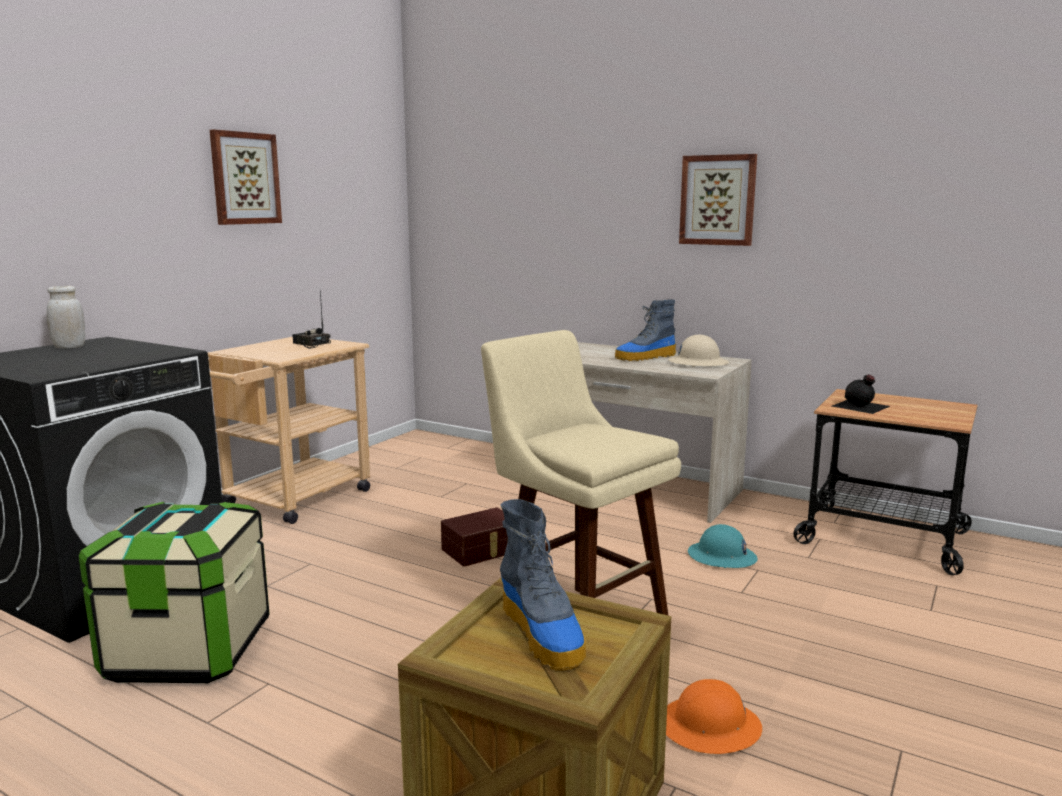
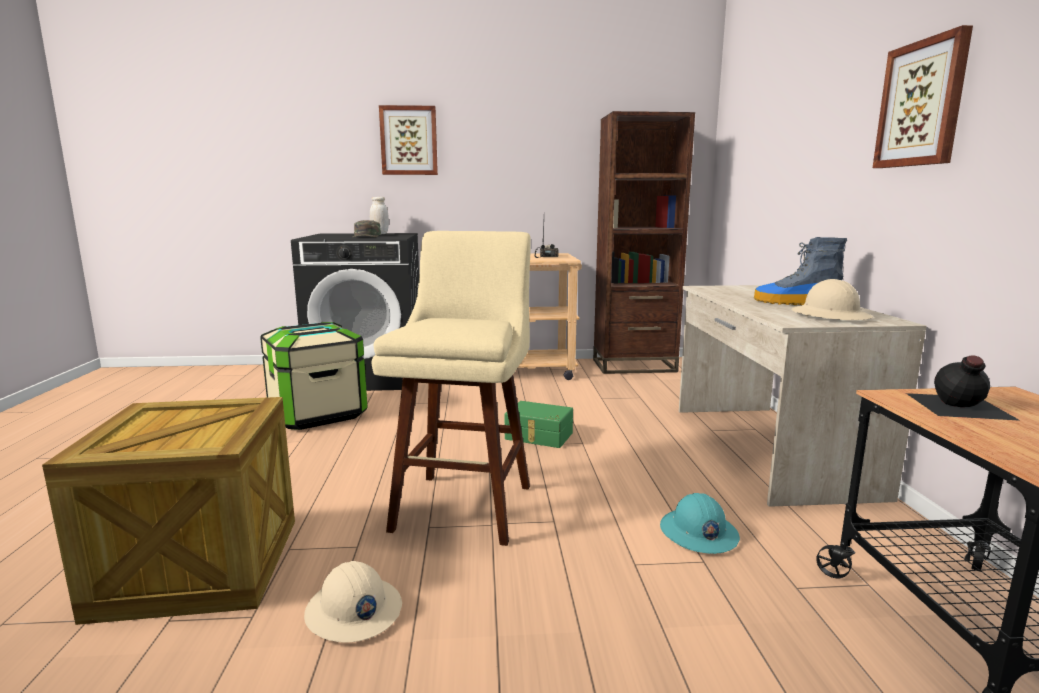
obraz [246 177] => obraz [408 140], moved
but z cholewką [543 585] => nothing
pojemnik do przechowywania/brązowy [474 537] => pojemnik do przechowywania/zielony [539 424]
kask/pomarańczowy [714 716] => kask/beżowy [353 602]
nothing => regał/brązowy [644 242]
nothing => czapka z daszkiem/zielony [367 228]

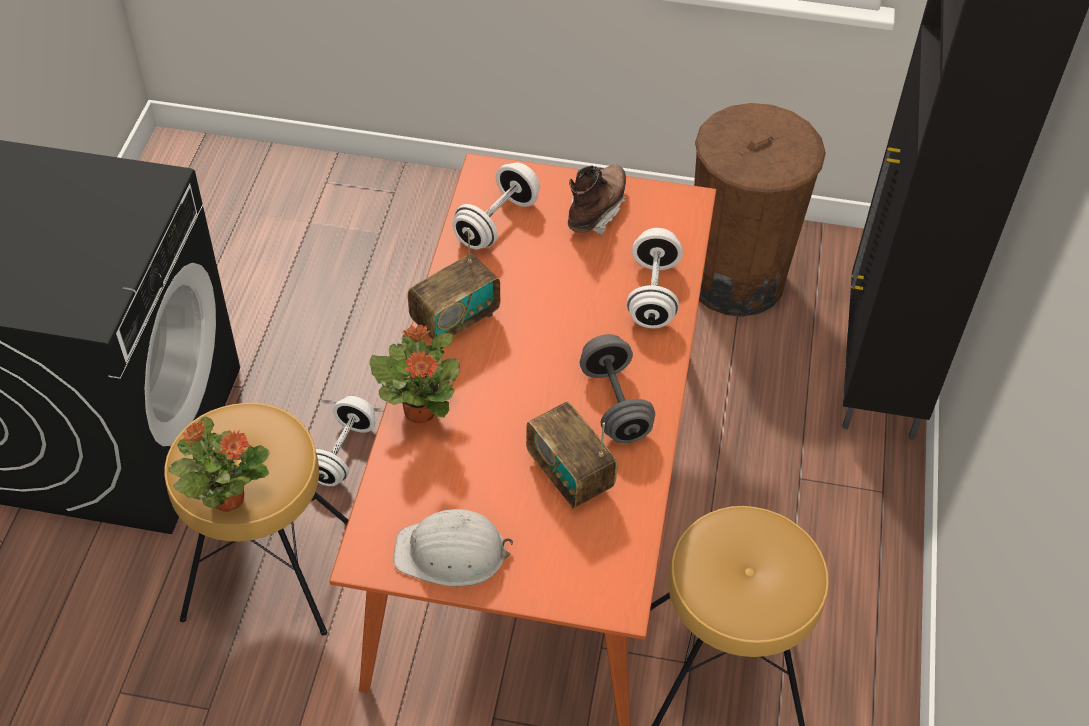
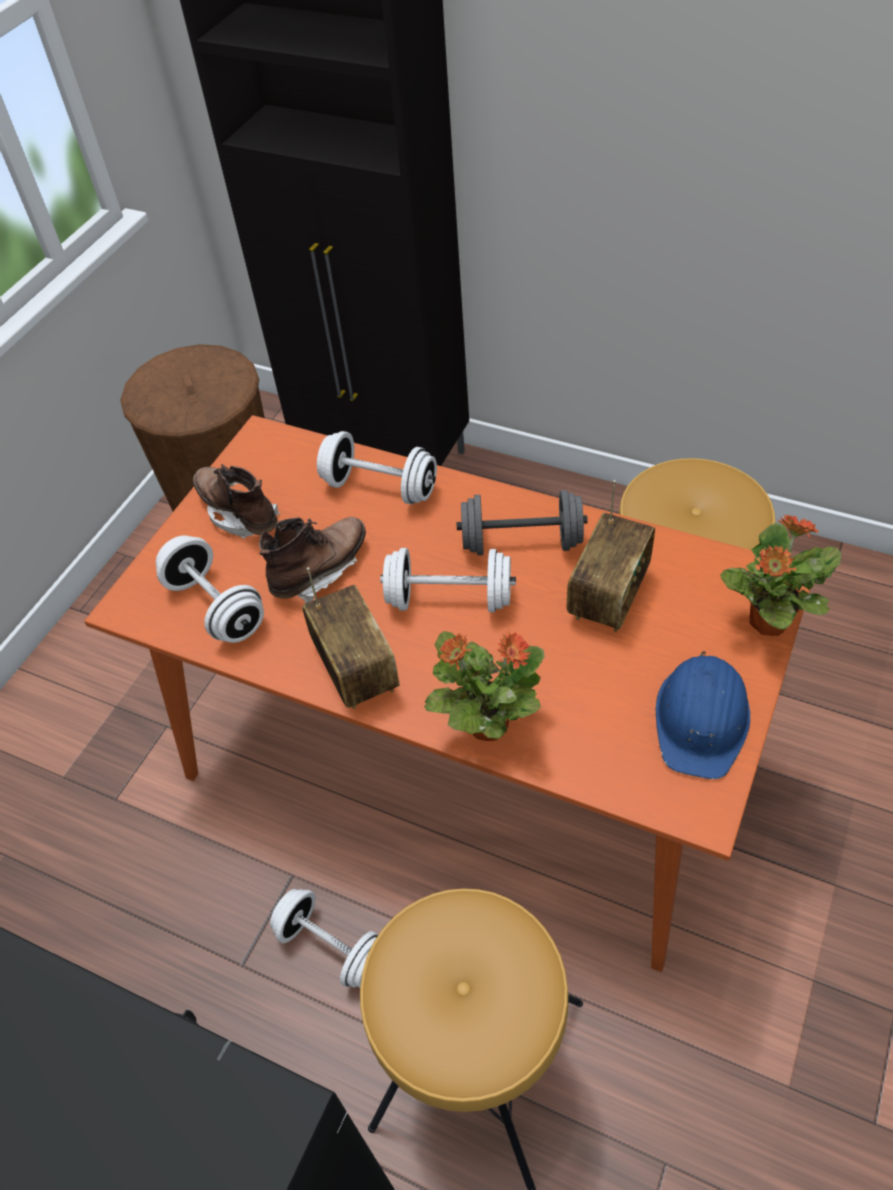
radio [571 455] => radio [611 556], 45 degrees counterclockwise
roślina doniczkowa [219 464] => roślina doniczkowa [780 575], moved
kask/biały [453 548] => kask/niebieski [703 715]
nothing => but z cholewką/brązowy [312 560]
nothing => hantel/biały [448 580]

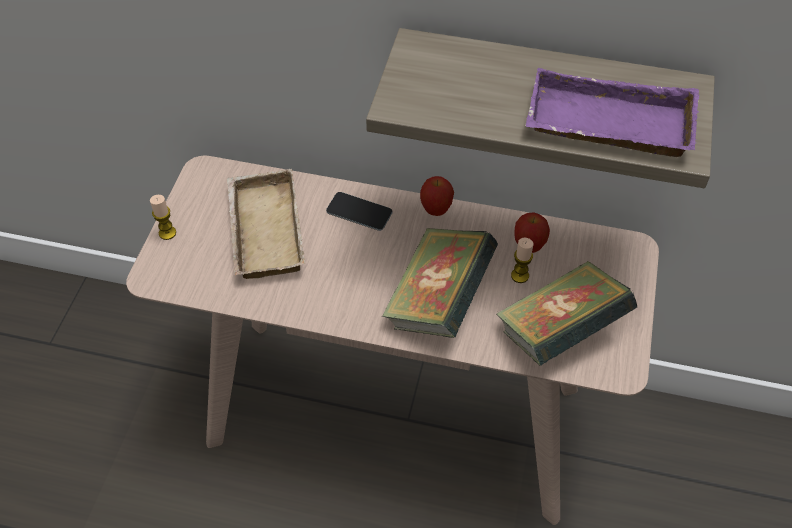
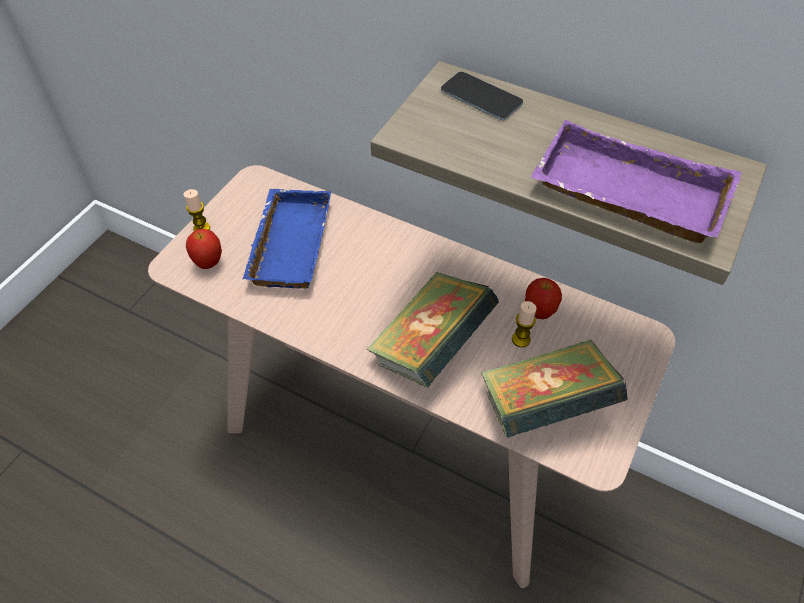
taca/beżowy [266 224] => taca/niebieski [287 239]
jabłko [437 196] => jabłko [204 249], moved
telefon [359 211] => telefon [482 96], moved

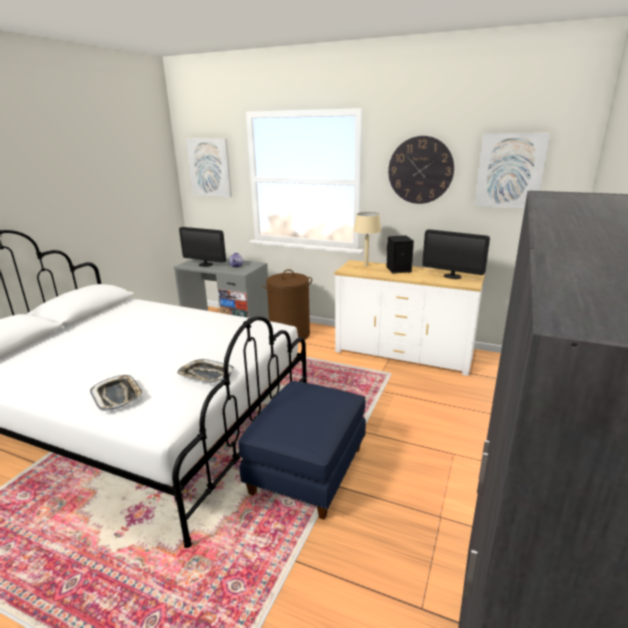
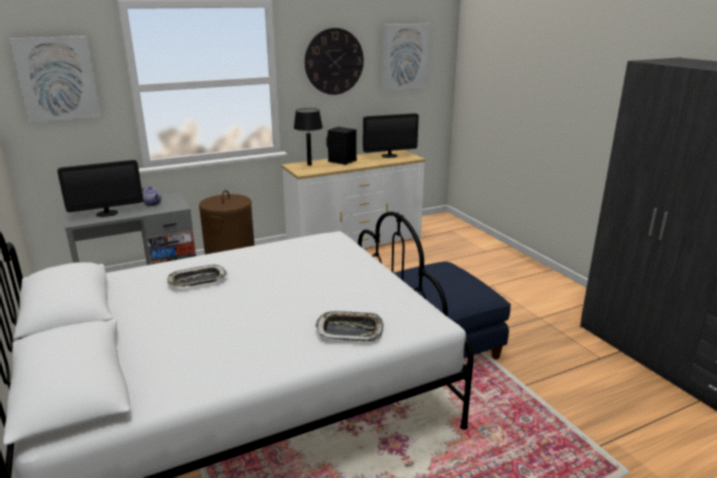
lampa stołowa/beżowy [367 239] => lampa stołowa/czarny [308 137]
taca [205 371] => taca [197 275], moved

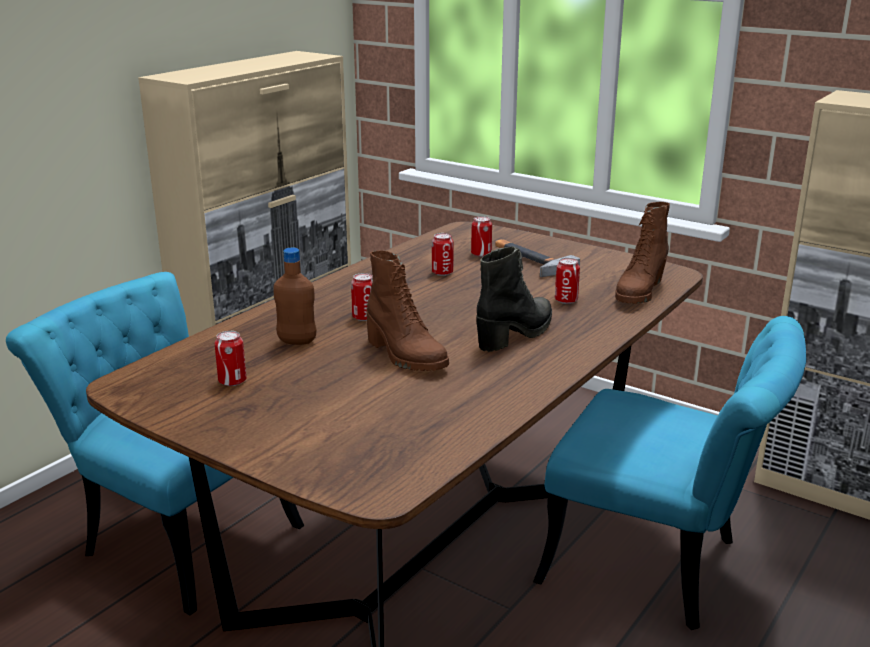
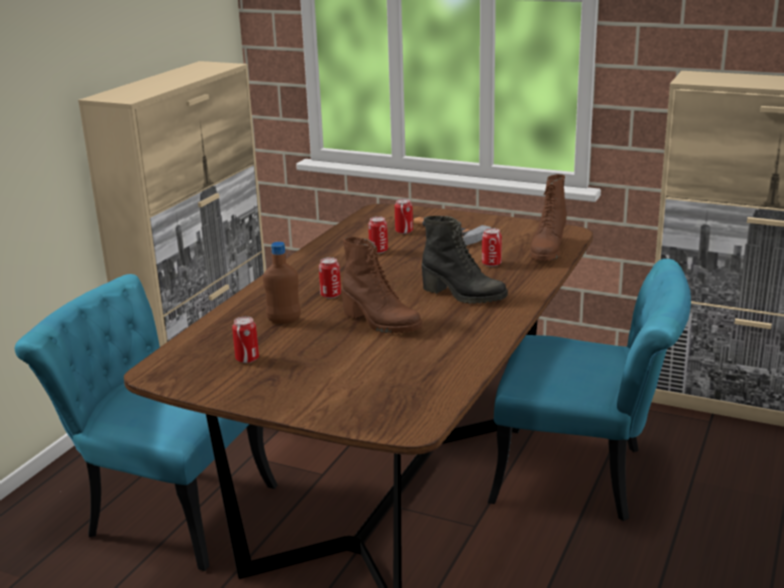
but z cholewką/czarny [514 299] => but z cholewką/czarny [465 260], 90 degrees clockwise

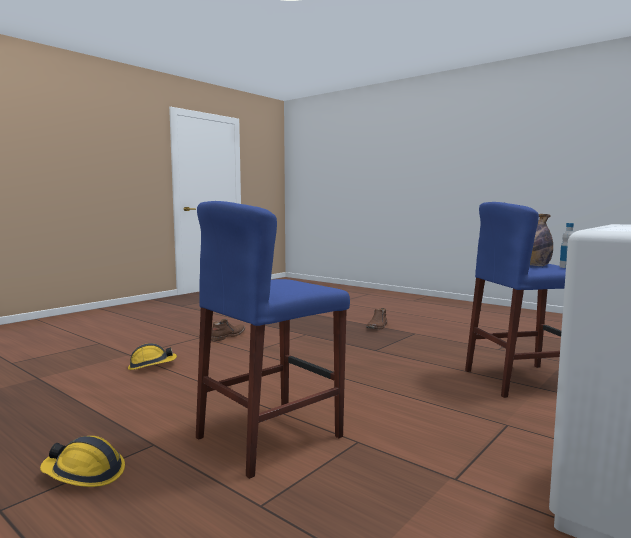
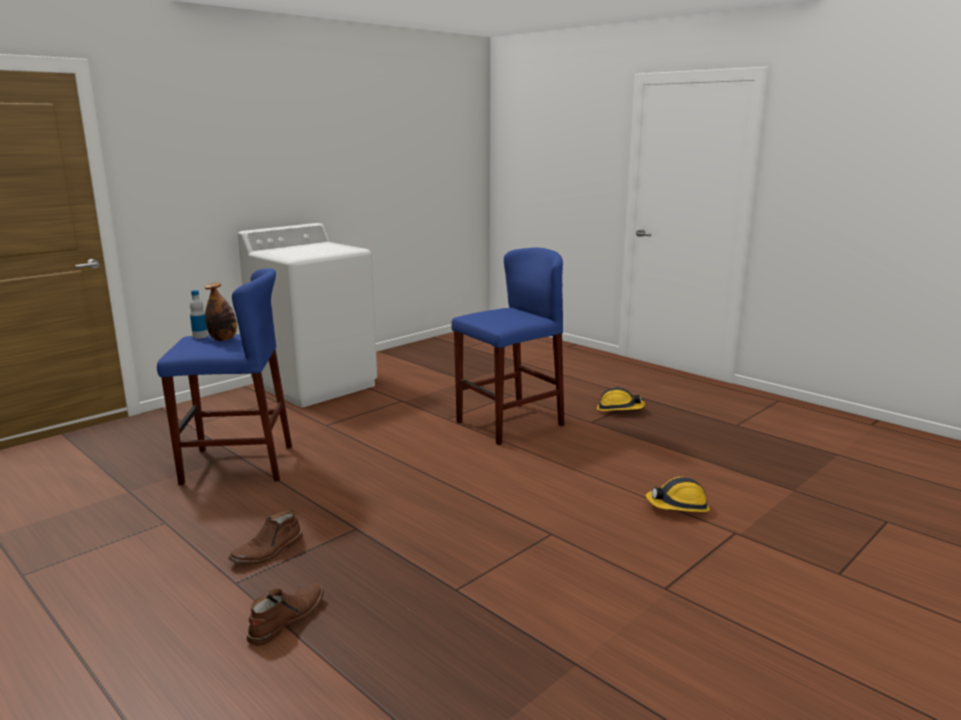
but z cholewką/brązowy [228 330] => but z cholewką/brązowy [265 537], moved

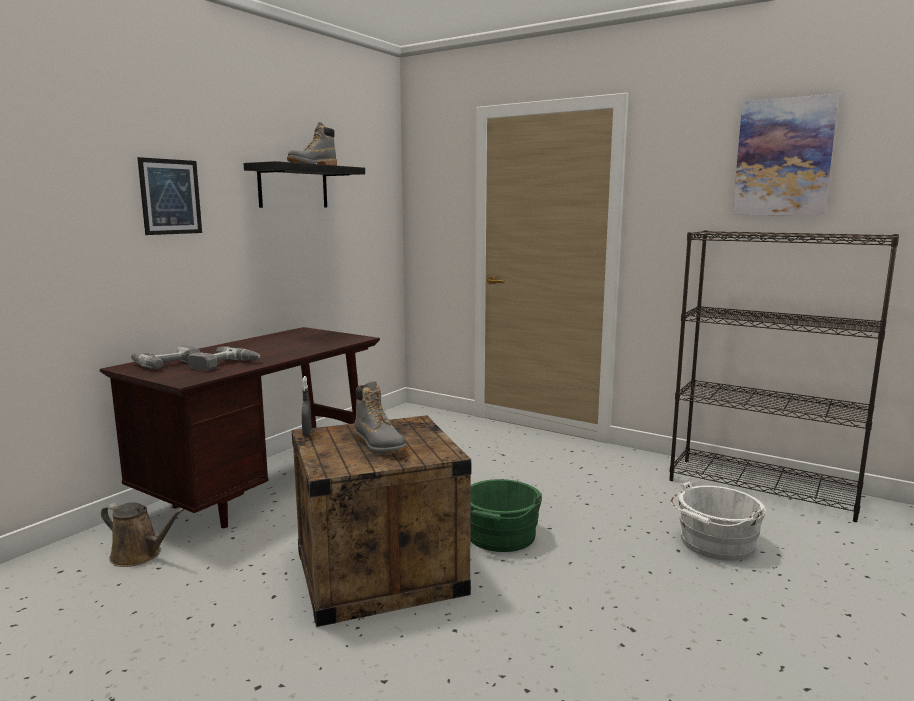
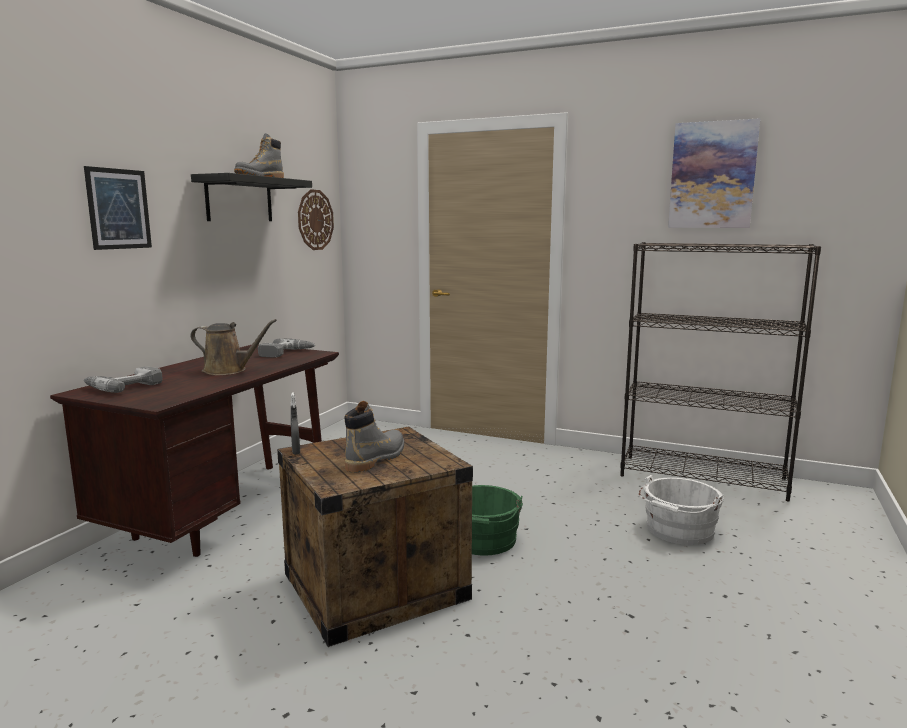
wiertarka [224 358] => wiertarka [286 348], moved
but z cholewką/szary [380 417] => but z cholewką/szary [374 437], 105 degrees counterclockwise
konewka/brązowy [142 535] => konewka/brązowy [233 347], moved
nothing => zegar ścienny [316 219]

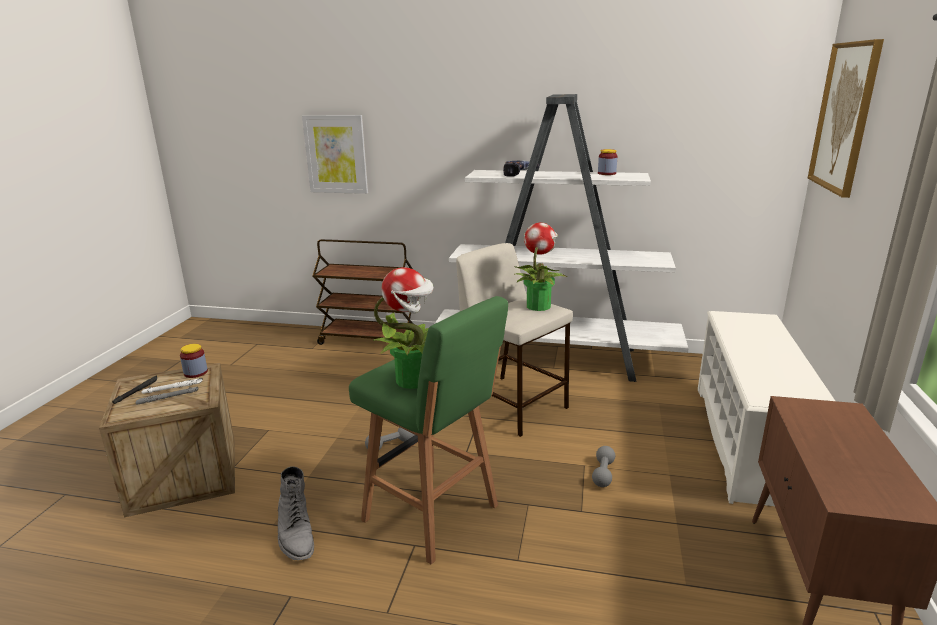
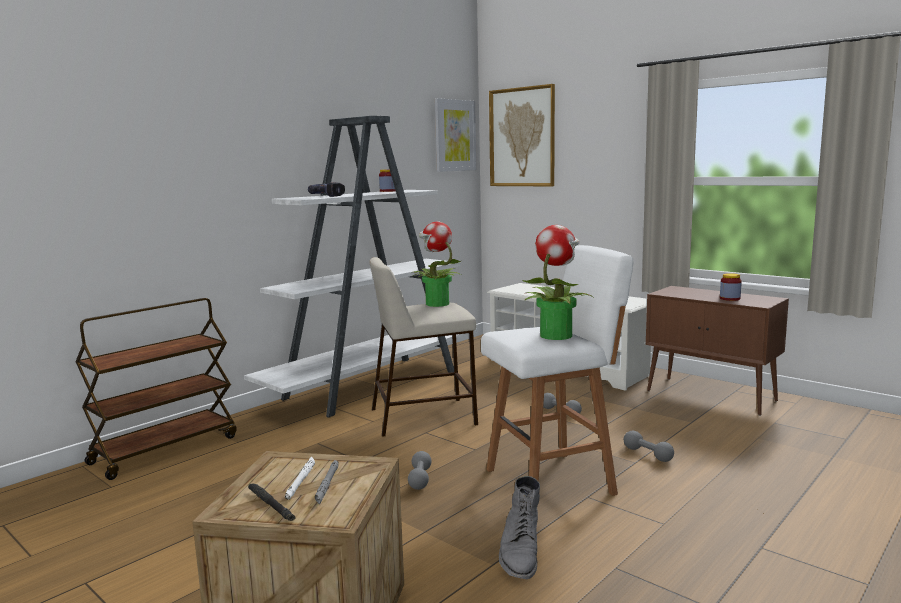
obraz [335 154] => obraz [455 135], moved
stołek/zielony [428 430] => stołek/biały [557 370]
słoik [194 361] => słoik [731 287], moved
but z cholewką/szary [296 513] => but z cholewką/szary [519 528], 90 degrees clockwise
nothing => hantel/szary [649 446]

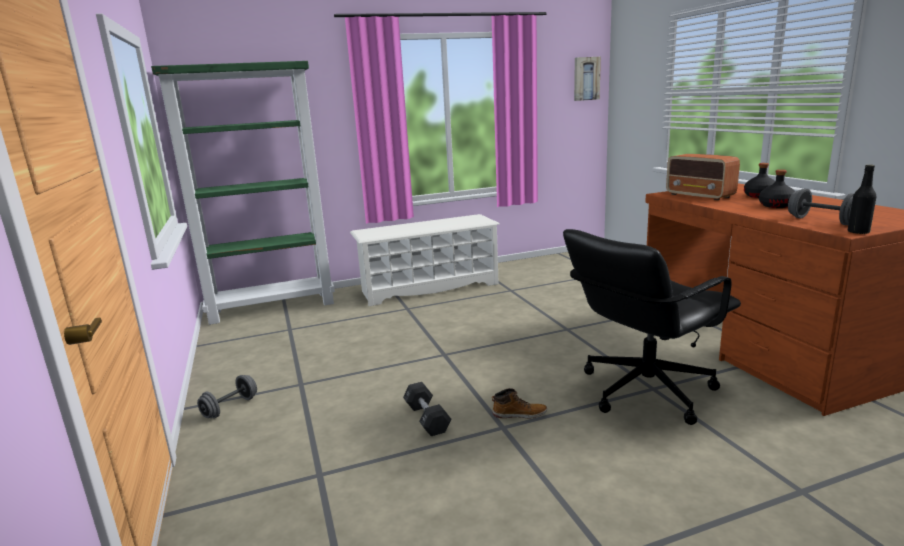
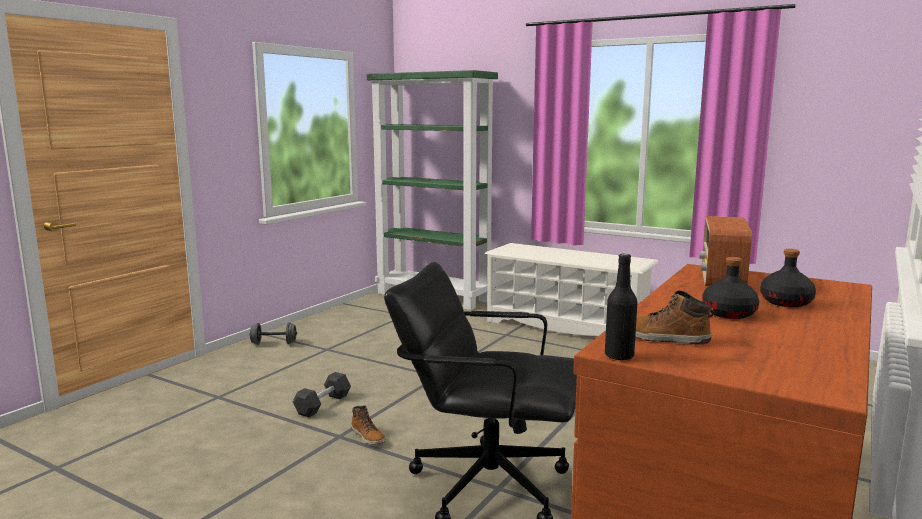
obraz [587 79] => nothing
hantel/szary [821 207] => but z cholewką [674 317]

